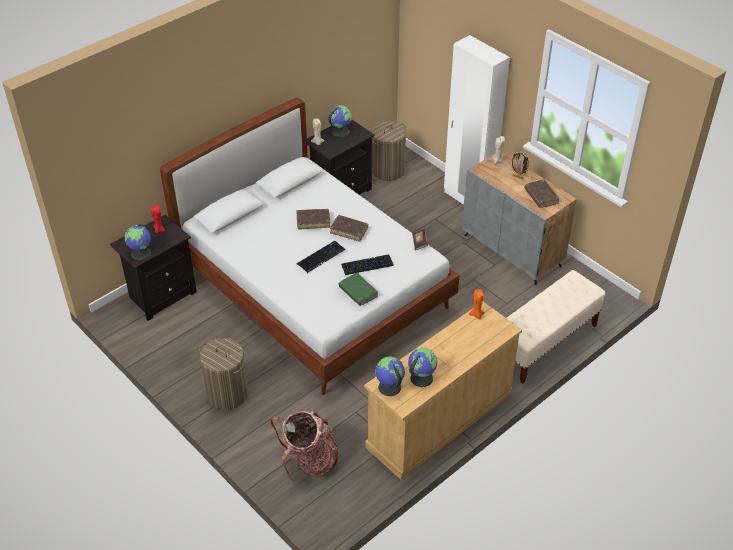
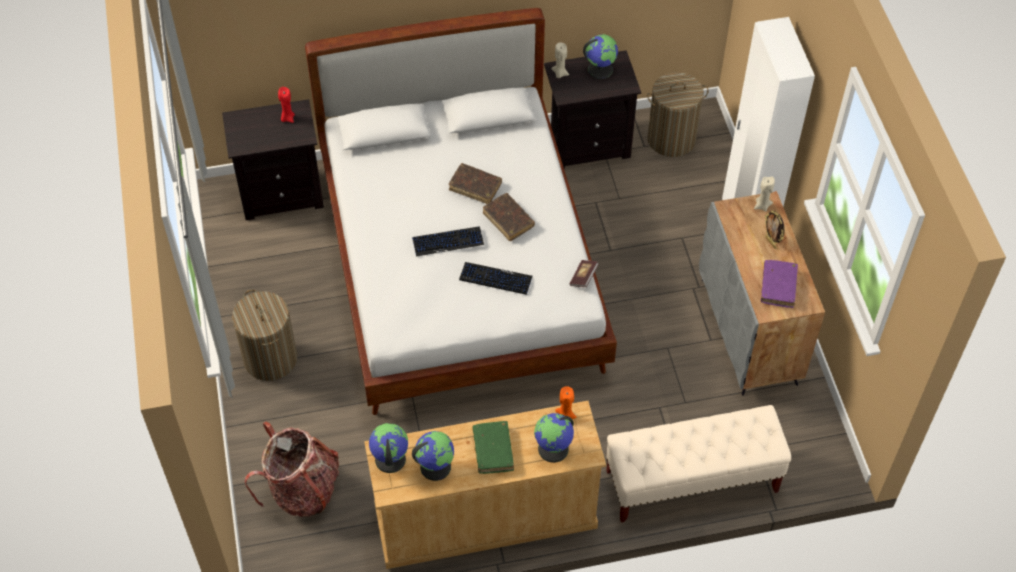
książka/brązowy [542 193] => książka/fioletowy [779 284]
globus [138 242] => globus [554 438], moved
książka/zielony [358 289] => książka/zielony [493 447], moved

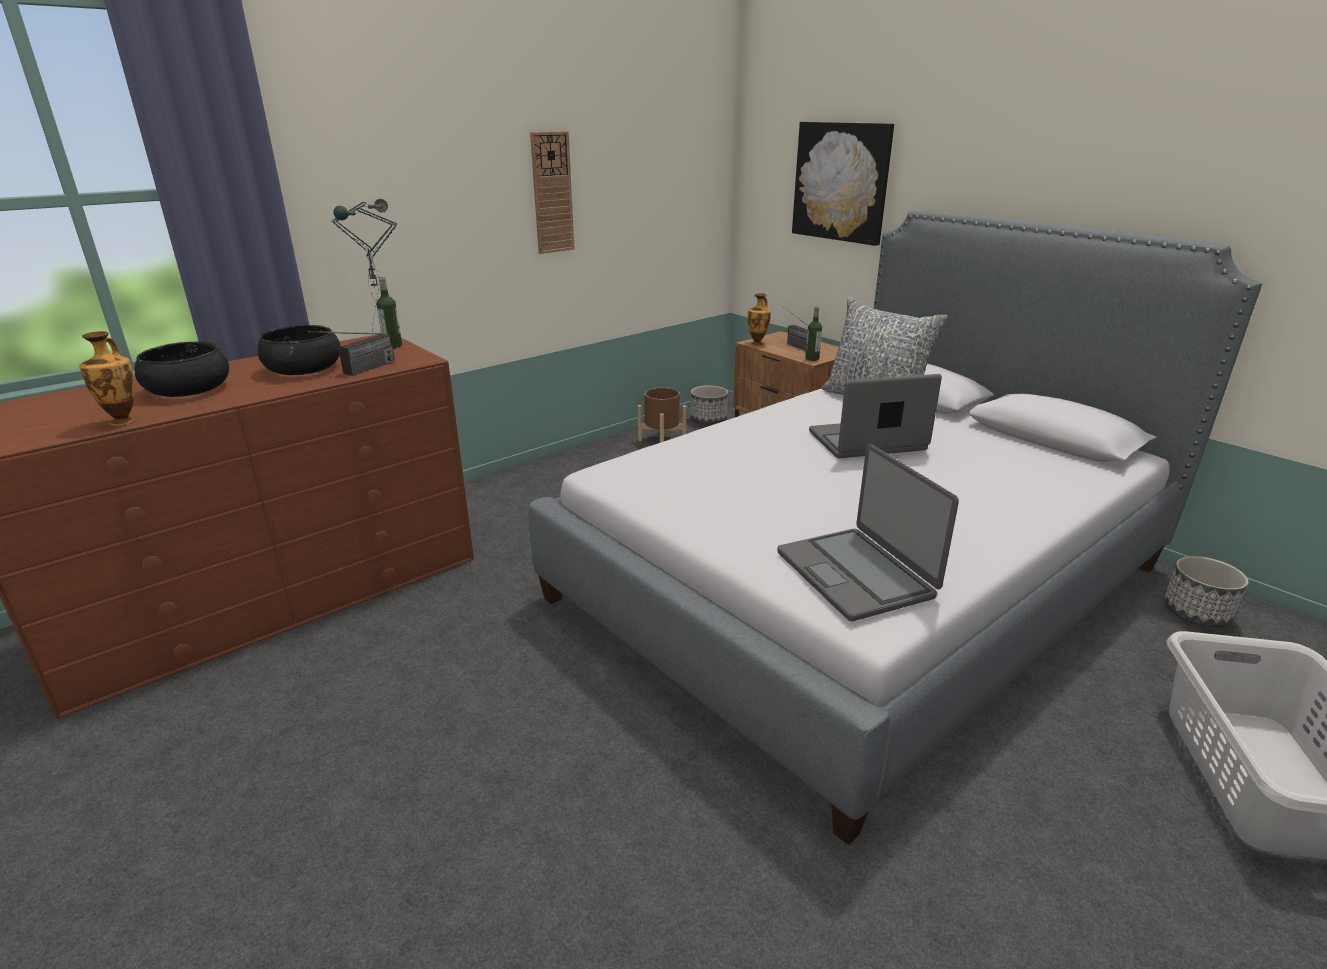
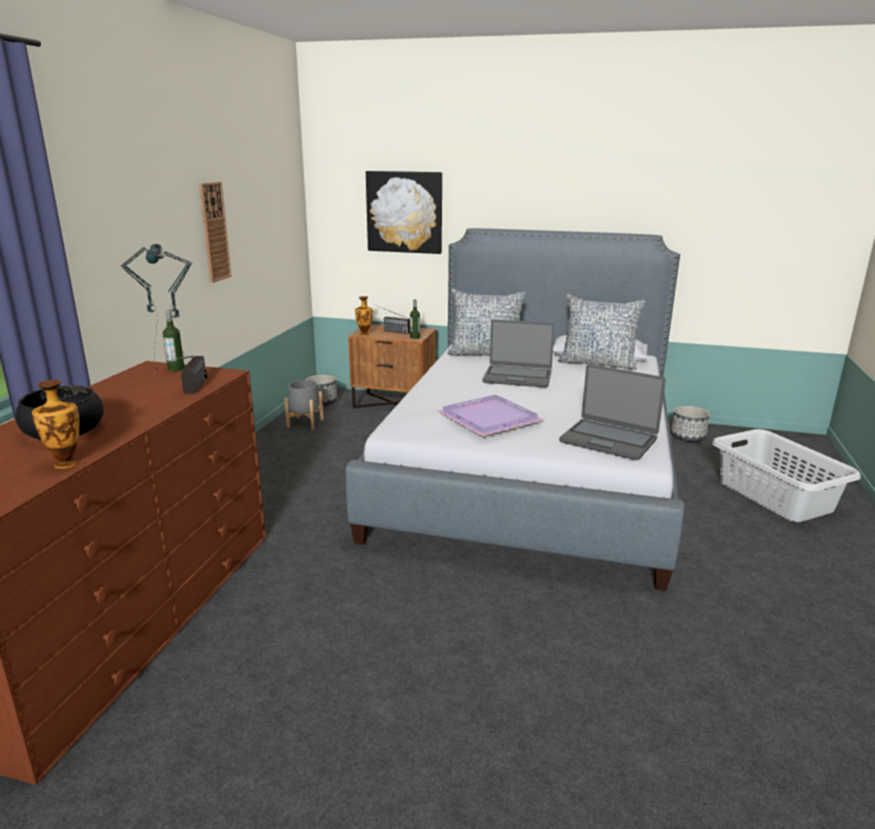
miska/czarny [298 350] => nothing
laptop [875 416] => laptop [519 354], 120 degrees counterclockwise
donica/brązowy [662 415] => donica/szary [304 405]
nothing => poduszka [601 332]
nothing => taca/fioletowy [490 415]

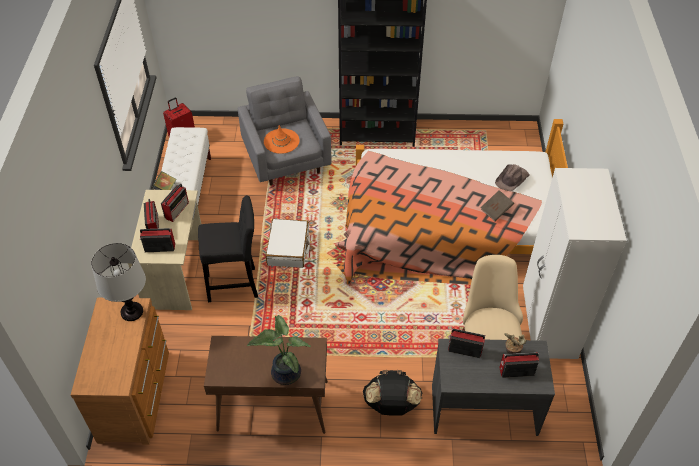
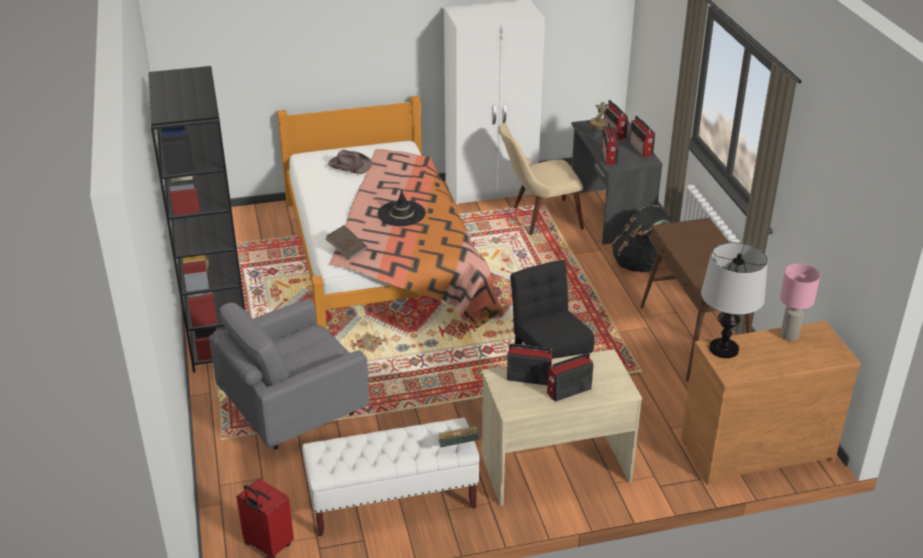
kapelusz/pomarańczowy [282 139] => nothing
książka/brązowy [497 205] => książka/brązowy [346 243], moved
walizka/biały [288 243] => nothing
radio [157 240] => radio [642 136], moved
roślina doniczkowa [279 350] => nothing
nothing => kapelusz/czarny [402 207]
nothing => lampa stołowa/różowy [800 302]

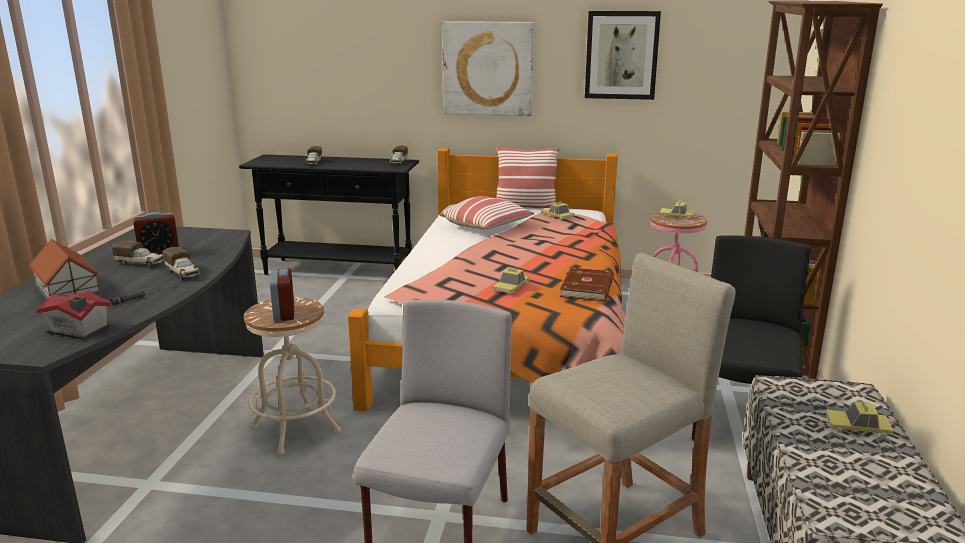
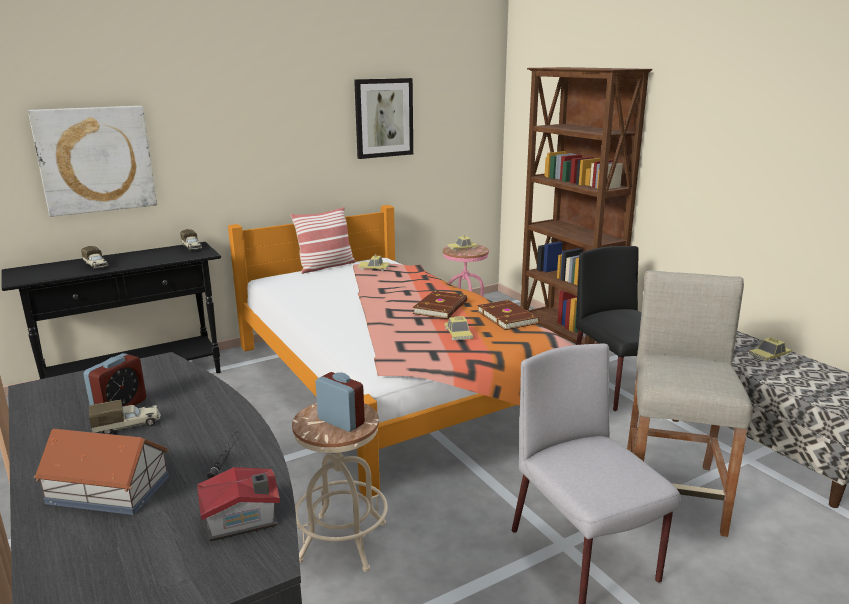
obraz [488 68] => obraz [92 161], moved
poduszka [487 213] => nothing
ciężarówka zabawkowa [181 263] => nothing
nothing => książka/brązowy [440 305]

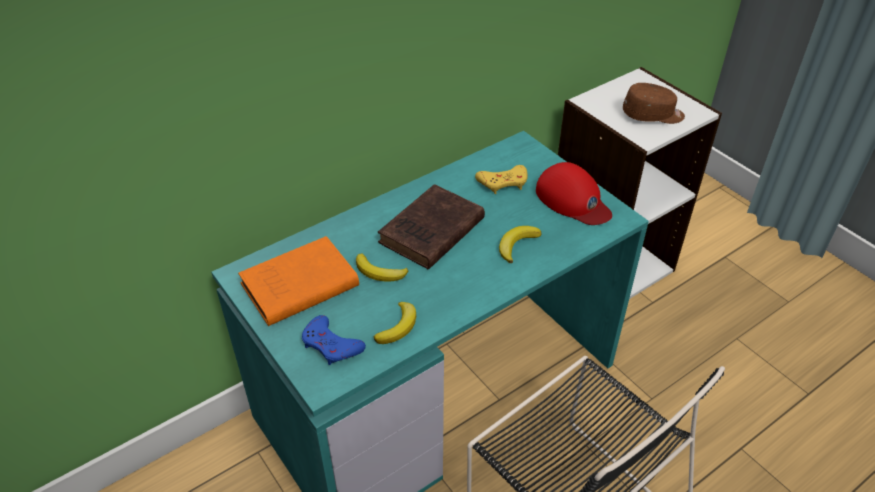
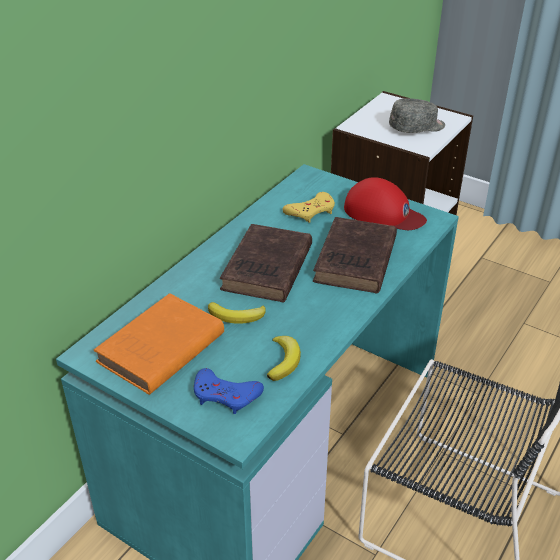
czapka z daszkiem/brązowy [654 103] => czapka z daszkiem/szary [417 115]
banan [520 244] => książka/brązowy [355 255]

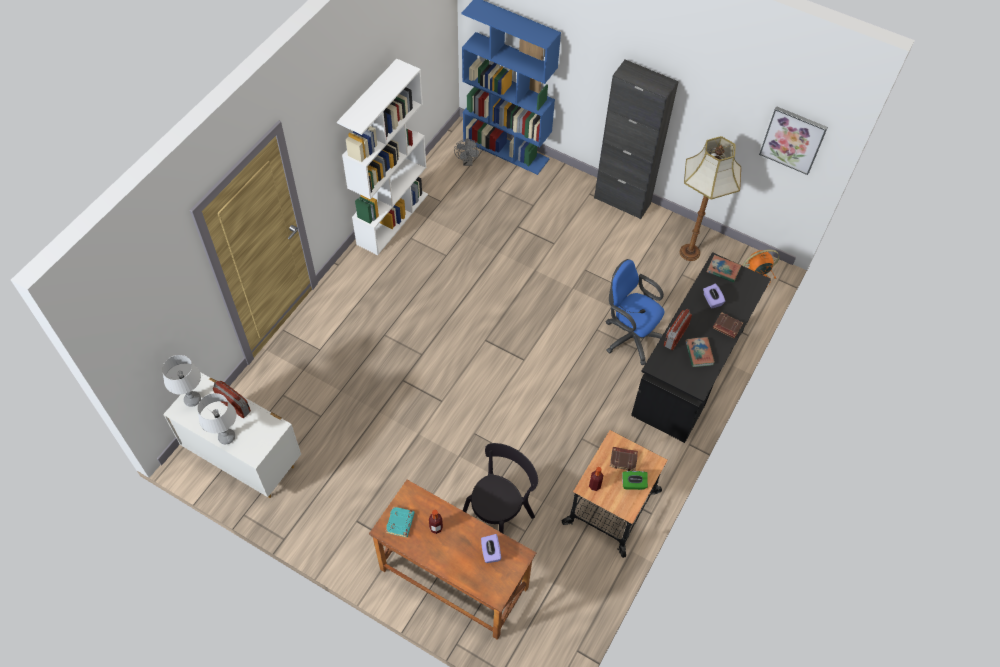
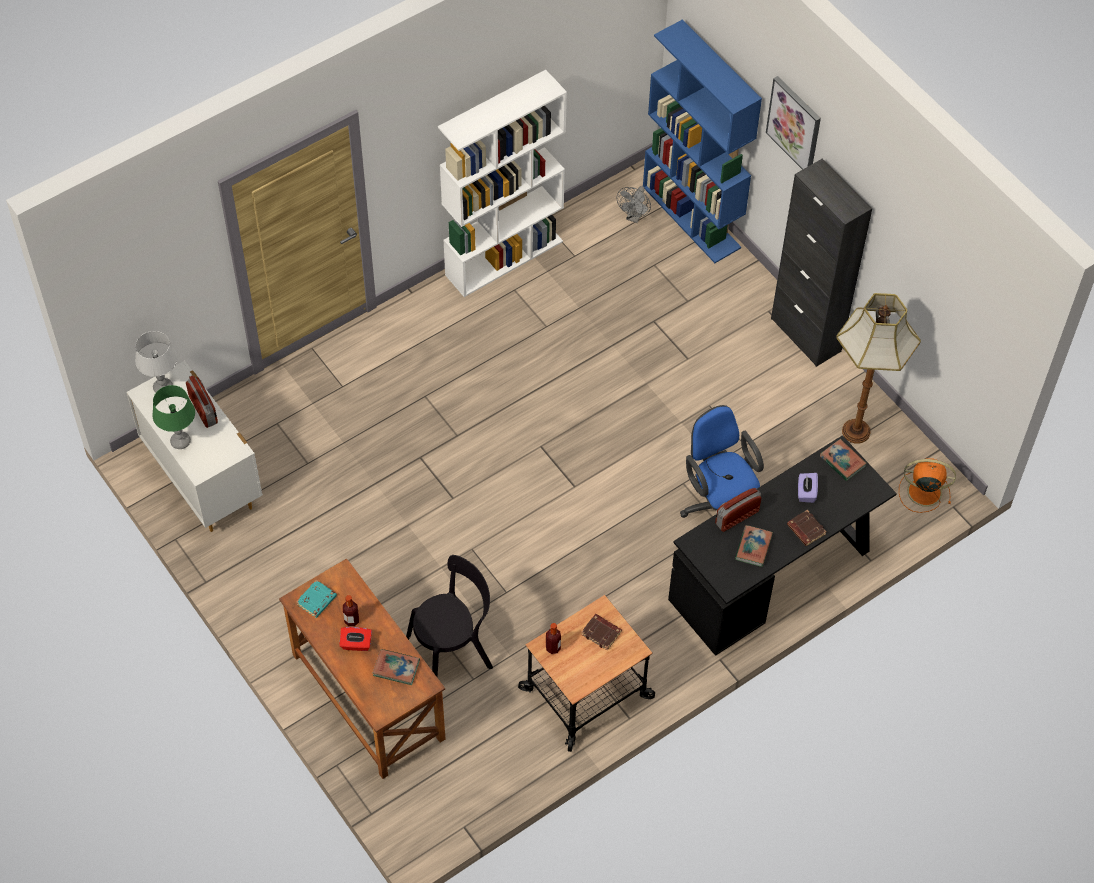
obraz [793 140] => obraz [793 123], moved
lampa stołowa/szary [217 418] => lampa stołowa/zielony [174 417]
pudełko chusteczek/zielony [635 480] => nothing
pudełko chusteczek/fioletowy [491 548] => książka [396 667]
nothing => pudełko chusteczek/czerwony [355 639]

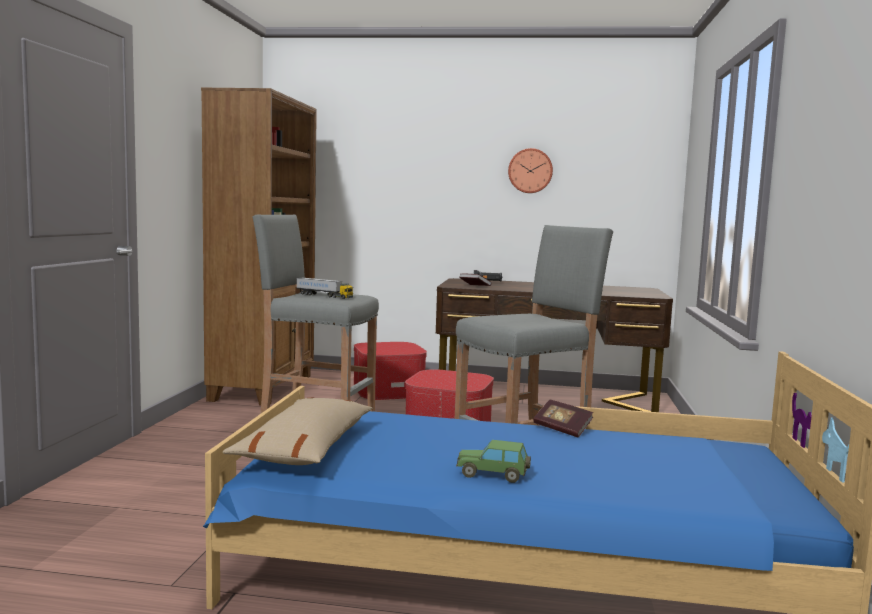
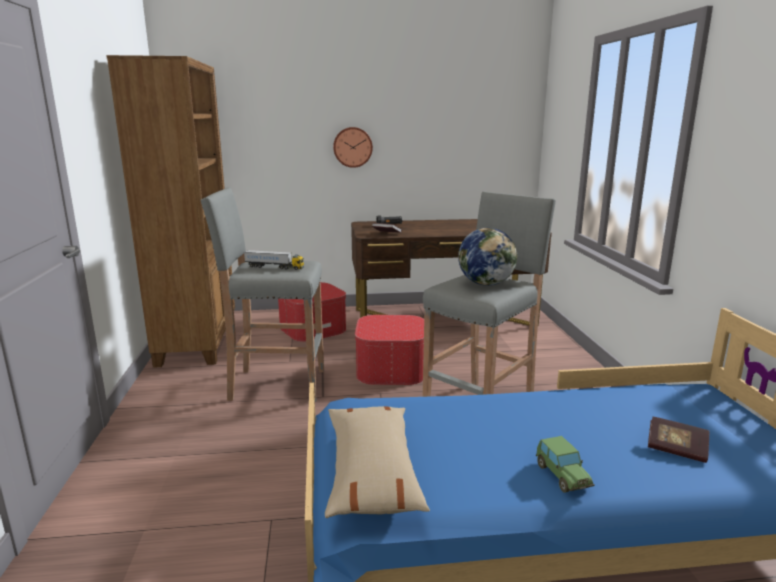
zegar ścienny [530 170] => zegar ścienny [353 147], moved
książka [563 418] => książka [678 440], moved
samochodzik [493 461] => samochodzik [565 464], 105 degrees counterclockwise
nothing => globus [488 257]

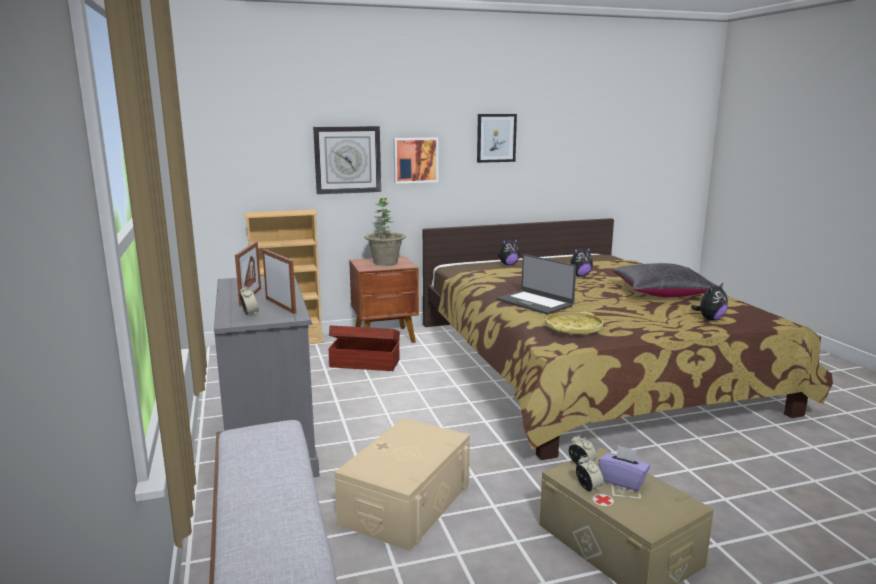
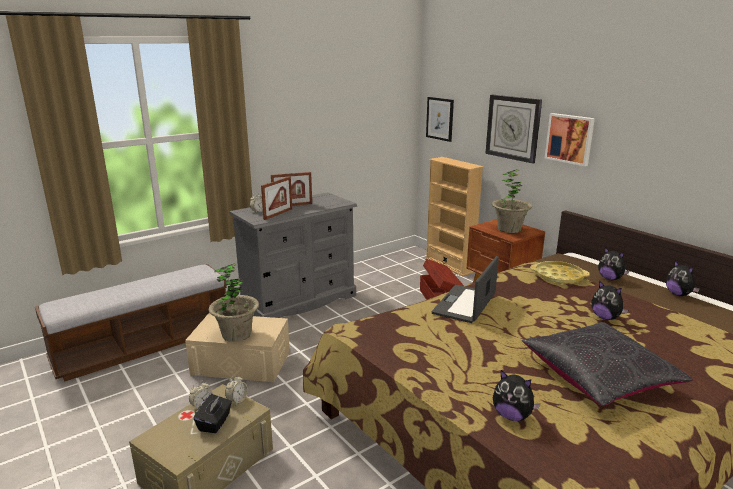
obraz [497 138] => obraz [440 119], moved
taca/żółty [574 323] => taca/żółty [560 272], moved
pudełko chusteczek/fioletowy [624 468] => pudełko chusteczek/czarny [213 413]
nothing => pluszak [683 278]
nothing => roślina doniczkowa [234 302]

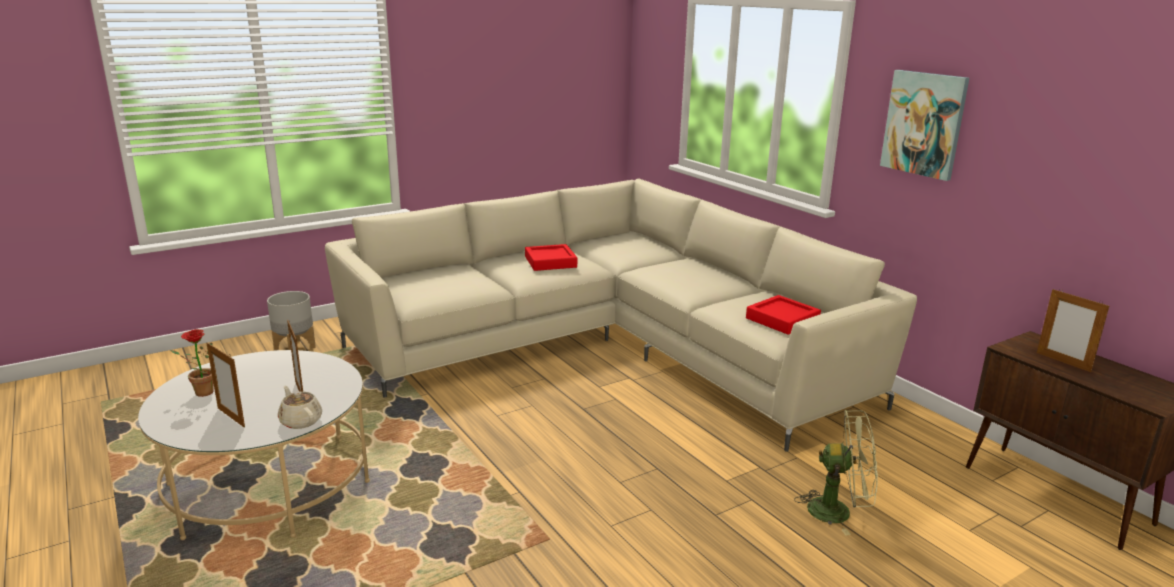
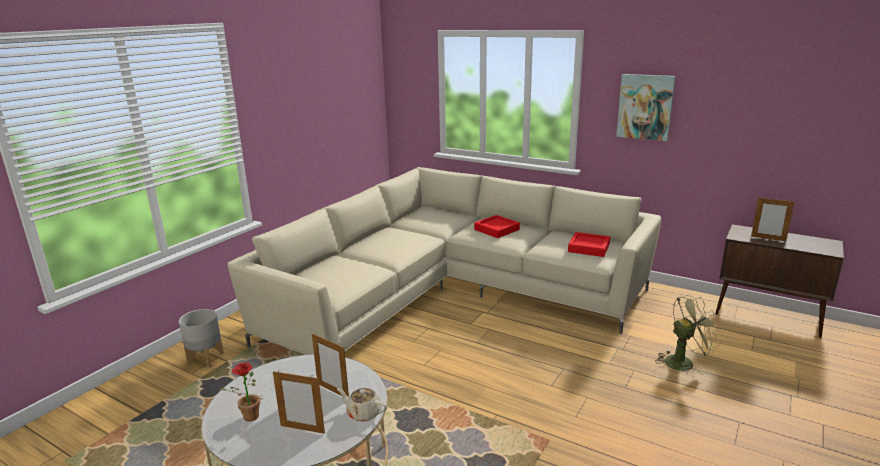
taca/czerwony [551 257] => taca/czerwony [497 226], moved

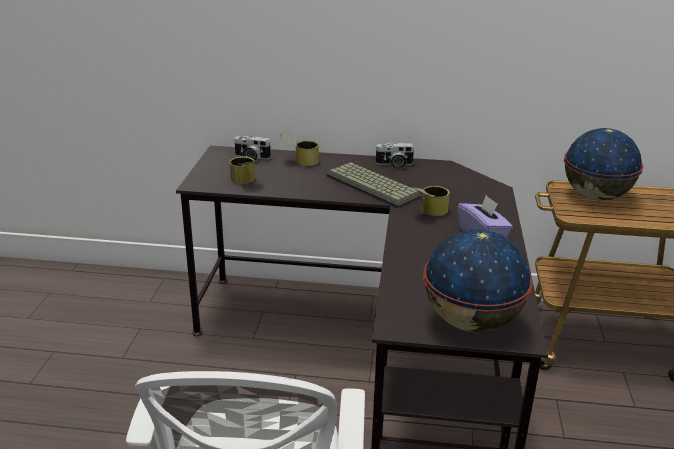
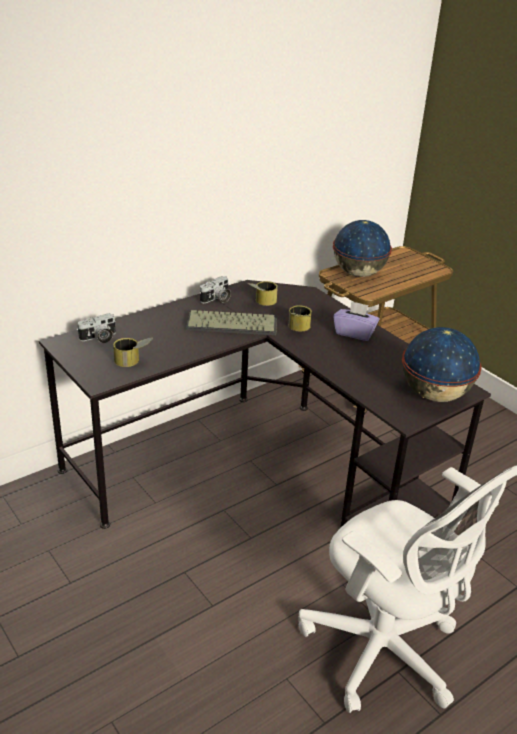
puszka [299 150] => puszka [262 293], moved

